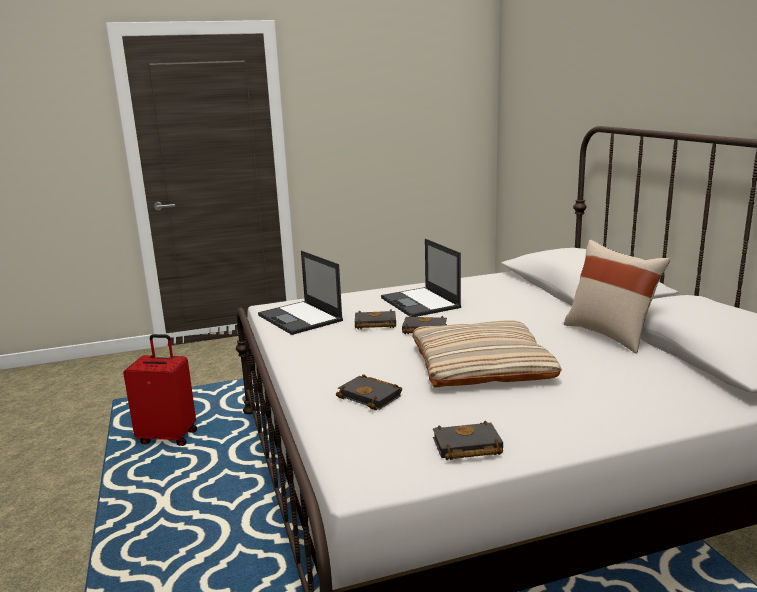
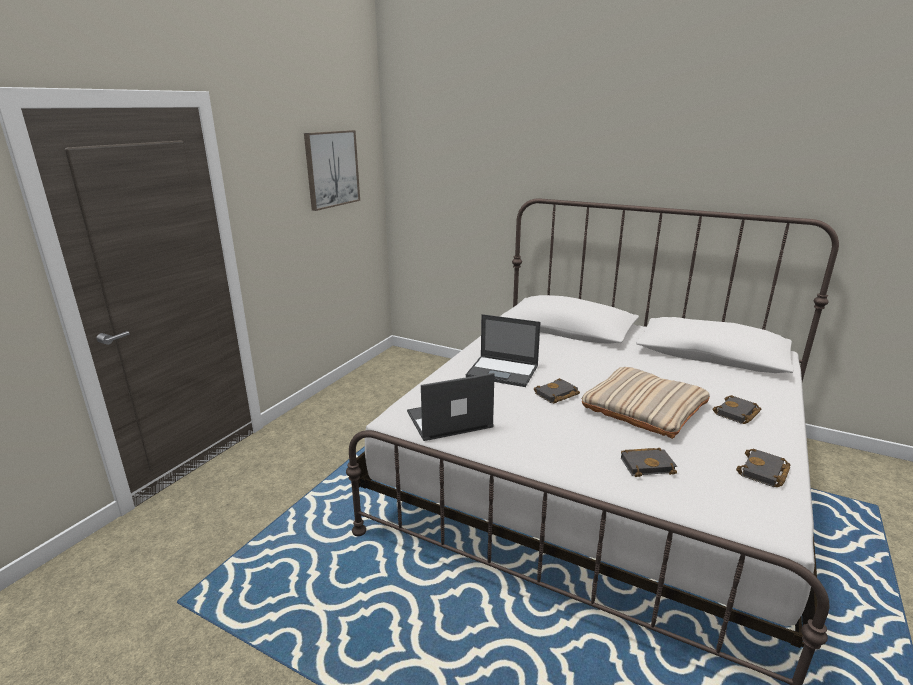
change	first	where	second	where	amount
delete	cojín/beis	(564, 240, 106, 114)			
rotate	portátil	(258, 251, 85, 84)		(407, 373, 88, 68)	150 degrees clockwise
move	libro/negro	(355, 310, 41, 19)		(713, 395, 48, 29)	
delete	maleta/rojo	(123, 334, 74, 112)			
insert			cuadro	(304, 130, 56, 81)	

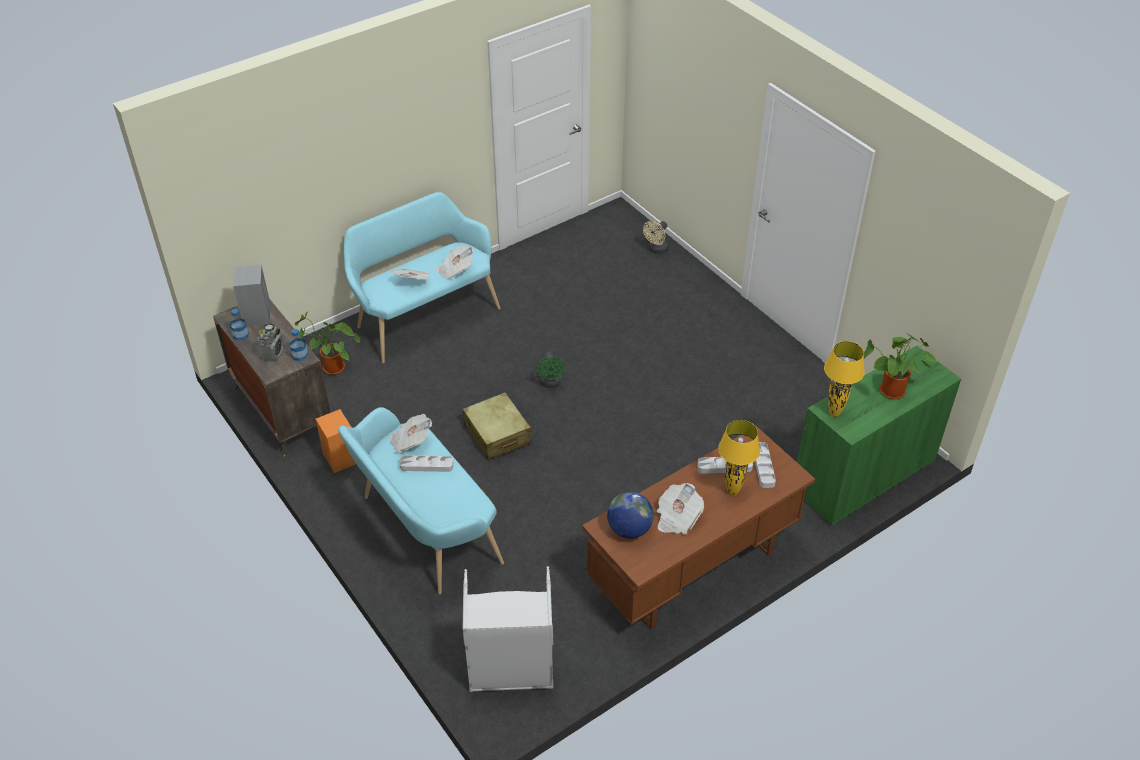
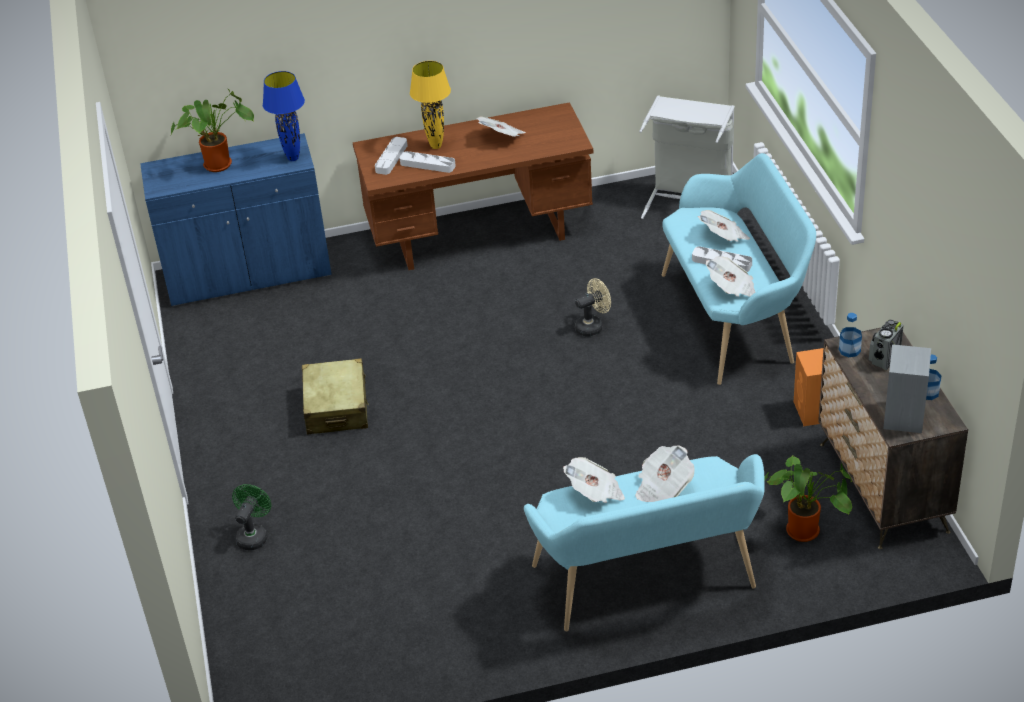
change	first	where	second	where	amount
move	ventilador/beis	(643, 221, 26, 33)		(574, 278, 37, 58)	
recolor	lámpara de mesa/amarillo	(824, 341, 41, 76)	lámpara de mesa/azul	(263, 71, 42, 90)	
recolor	armario/verde	(797, 346, 164, 180)	armario/azul	(140, 133, 192, 173)	
move	ventilador/verde	(536, 352, 30, 36)		(232, 484, 39, 66)	
move	maleta/beis	(463, 392, 69, 68)		(302, 358, 67, 77)	
delete	globo terráqueo	(607, 492, 47, 47)			
insert			periódico	(698, 210, 52, 32)	

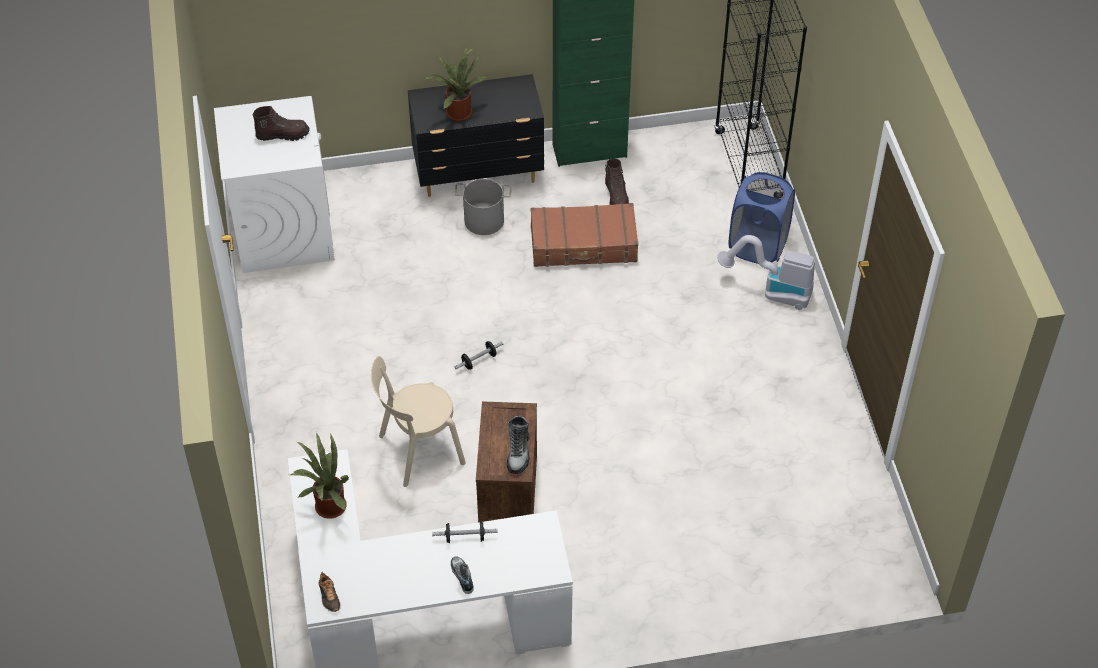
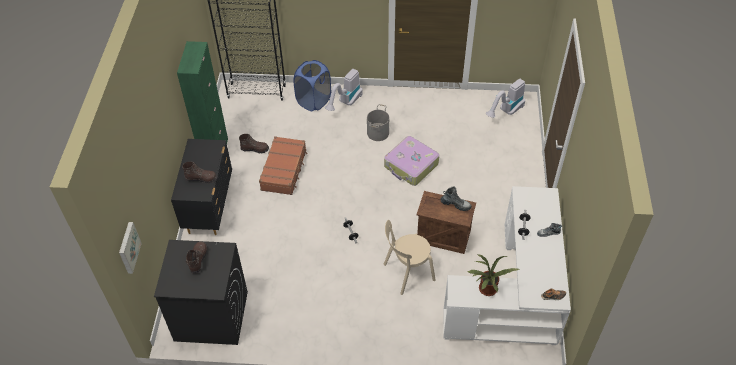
change	first	where	second	where	amount
replace	planta en maceta	(424, 45, 63, 76)	bota/marrón	(182, 162, 35, 22)	
recolor	lavadora/blanco	(214, 96, 121, 177)	lavadora/negro	(154, 240, 94, 105)	
move	cubo/gris	(455, 179, 57, 56)		(367, 104, 22, 37)	
rotate	silla/beis	(371, 356, 95, 131)		(384, 220, 52, 75)	75 degrees clockwise
insert			aspiradora	(486, 79, 39, 39)	
insert			maleta	(384, 136, 55, 50)	
insert			cuadro	(119, 222, 23, 52)	

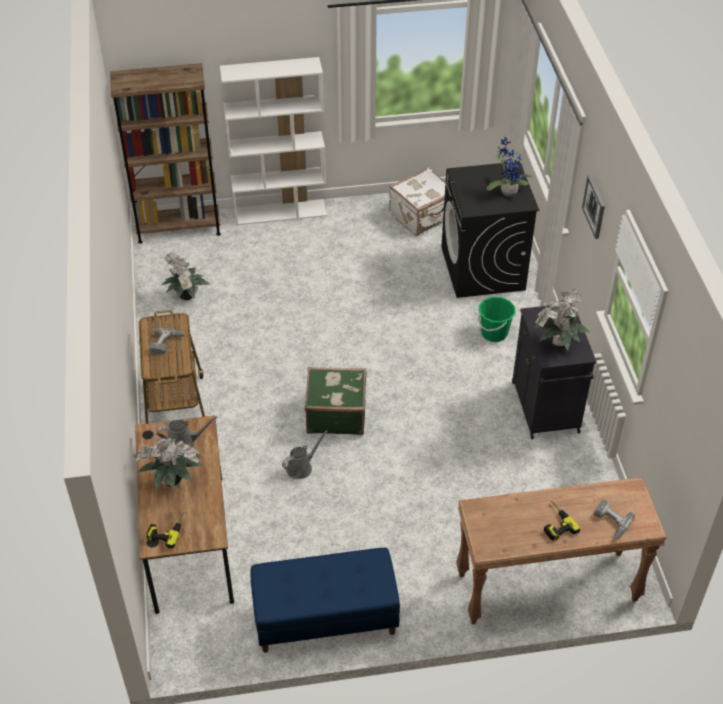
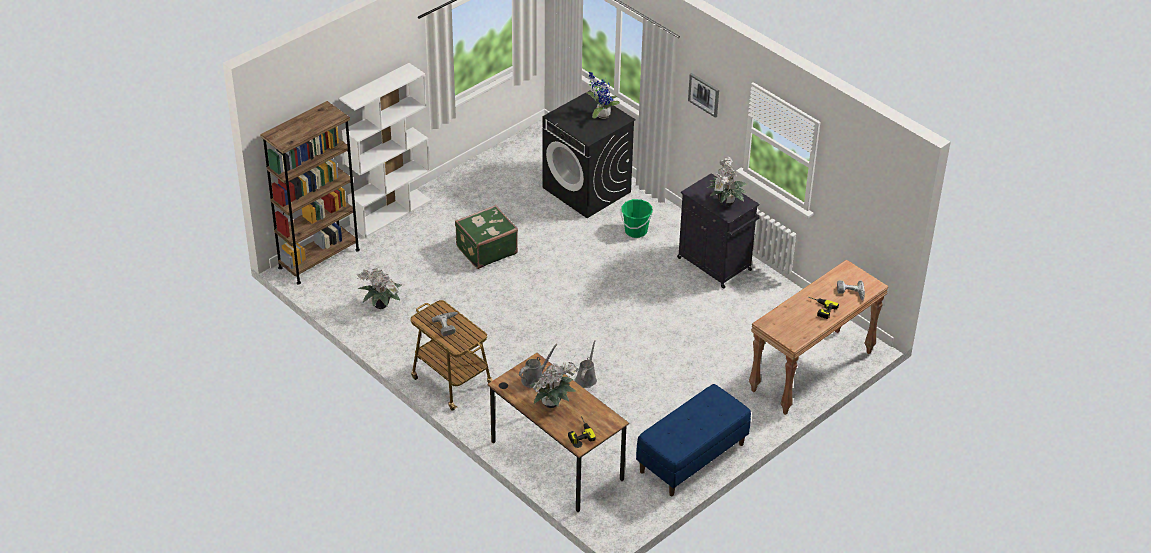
change	first	where	second	where	amount
delete	maleta/blanco	(389, 168, 57, 68)			
move	maleta/verde	(304, 367, 63, 68)		(455, 205, 63, 64)	

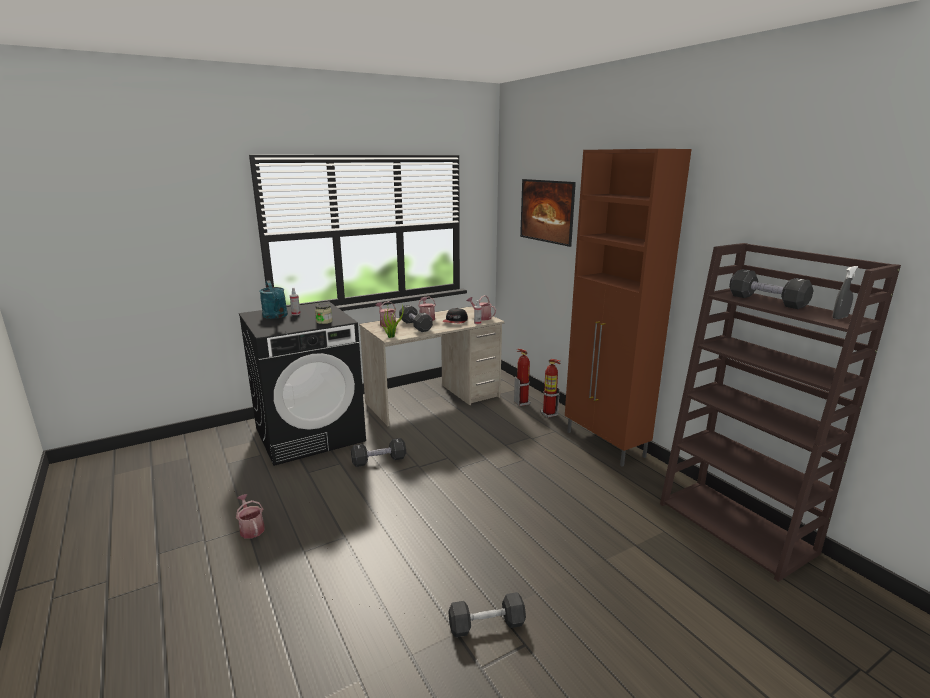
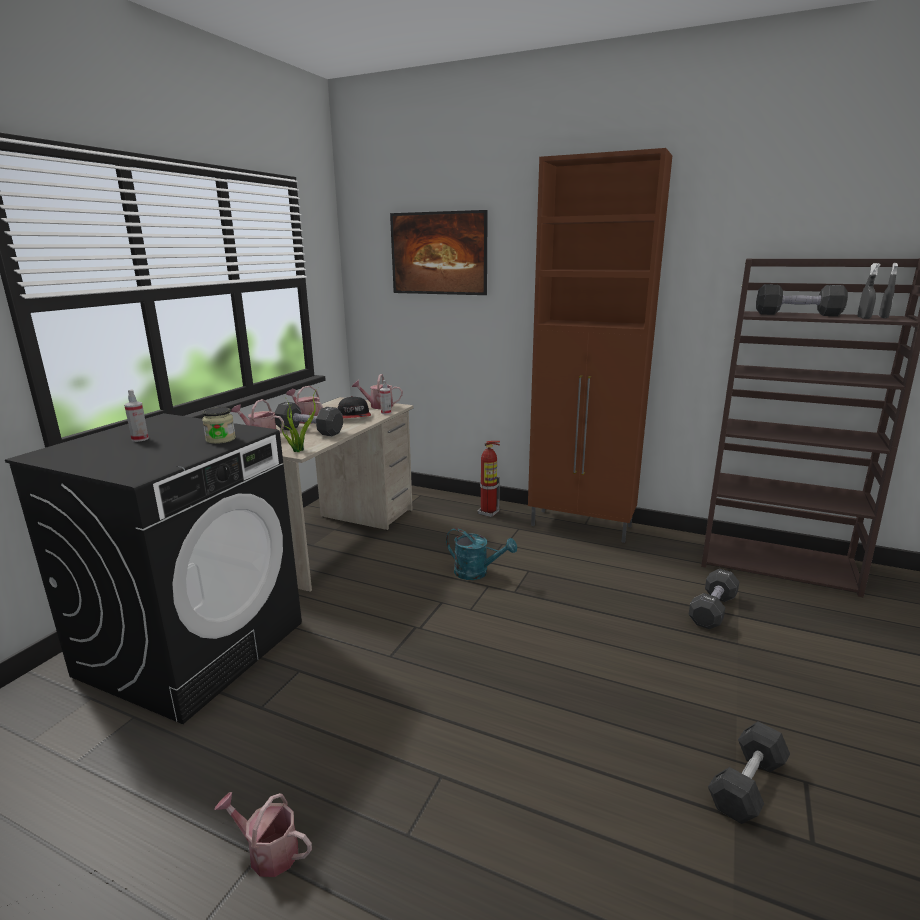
change	first	where	second	where	amount
move	regadera/turquesa	(259, 280, 29, 39)		(446, 528, 71, 52)	
delete	extintor	(514, 349, 16, 57)			
move	mancuerna/negro	(351, 438, 55, 29)		(689, 569, 50, 60)	
insert			pulverizador/gris	(857, 263, 24, 56)	

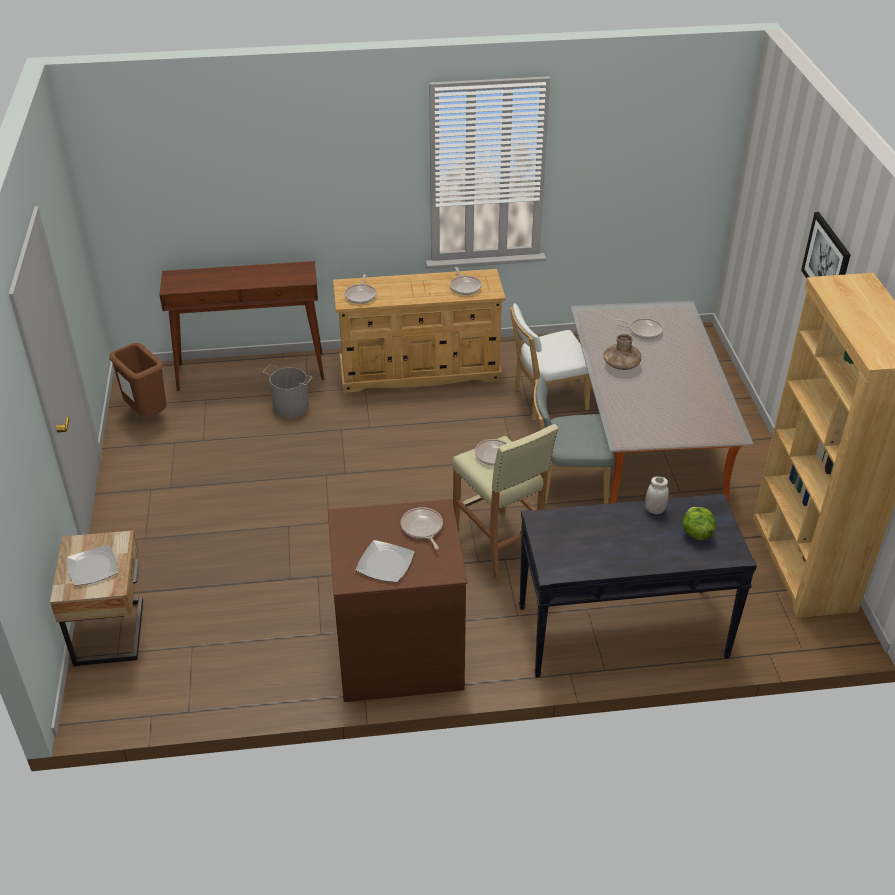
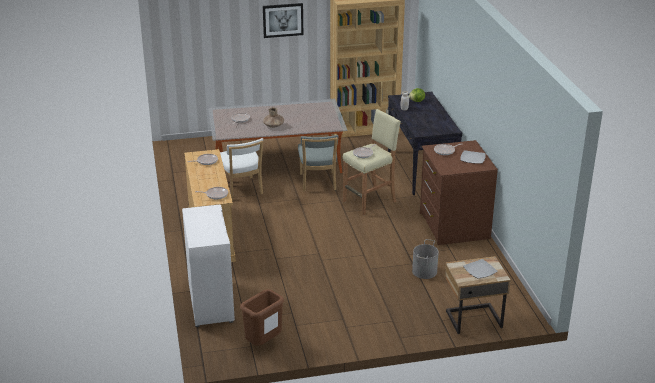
change	first	where	second	where	amount
replace	mesa consola/marrón	(159, 261, 165, 130)	armario/blanco	(182, 205, 53, 122)	
move	cubo/gris	(263, 365, 50, 53)		(412, 239, 27, 40)	

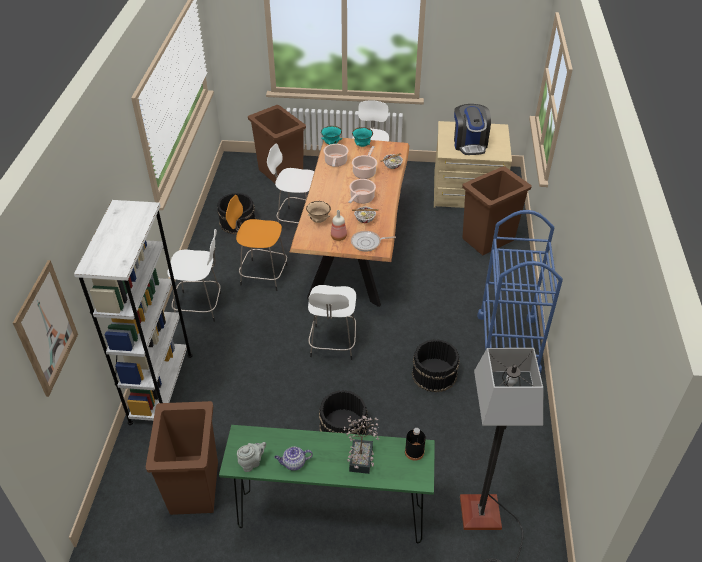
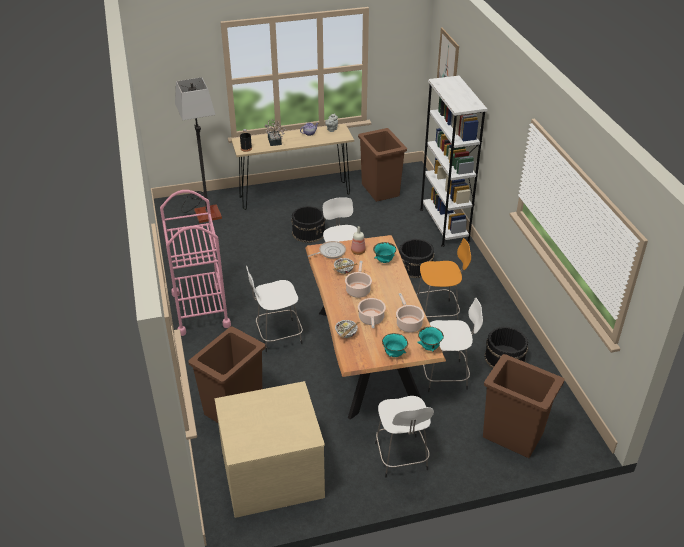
change	first	where	second	where	amount
delete	cafetera	(454, 104, 37, 51)			
recolor	cuenco/beis	(306, 201, 25, 22)	cuenco/turquesa	(373, 242, 23, 21)	
recolor	carrito/azul	(477, 210, 86, 164)	carrito/rosa	(160, 190, 71, 146)	
move	taburete/blanco	(167, 229, 54, 93)		(246, 266, 57, 86)	
move	cubo/negro	(412, 339, 48, 53)		(399, 239, 35, 39)	
recolor	mesa consola/verde	(219, 425, 216, 118)	mesa consola/beis	(231, 124, 123, 86)	

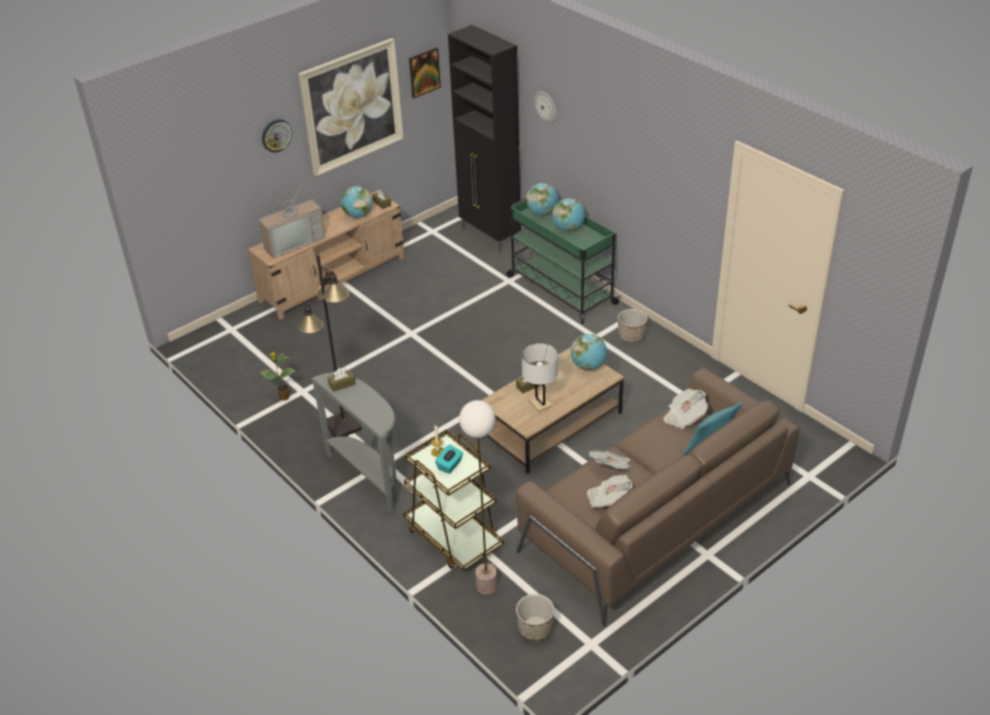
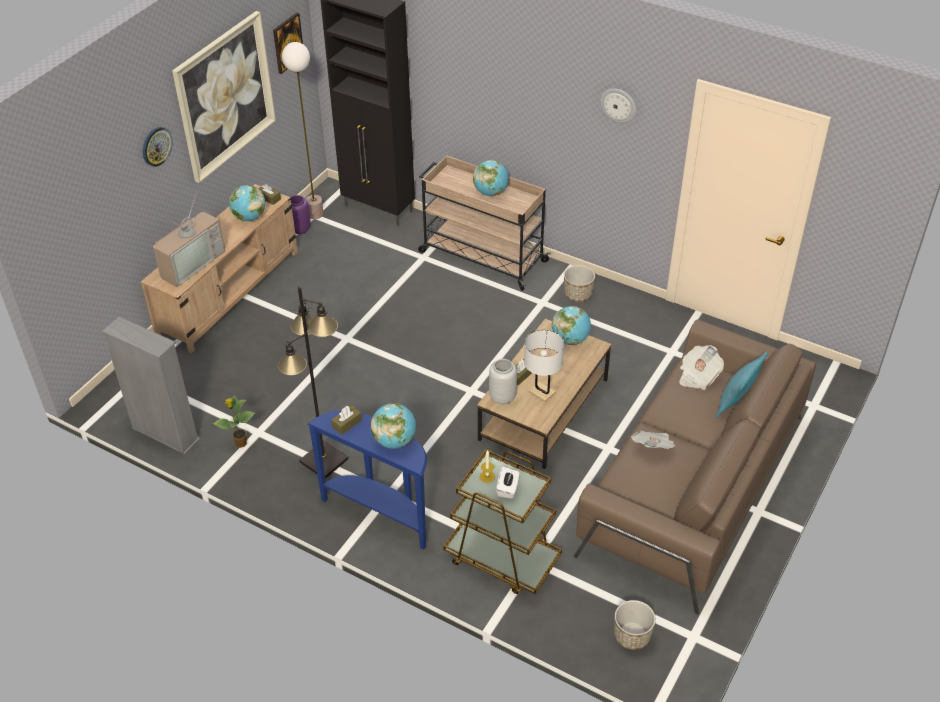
change	first	where	second	where	amount
move	reloj de pared	(534, 91, 23, 32)		(600, 88, 36, 36)	
move	globo terráqueo	(526, 183, 32, 33)		(371, 403, 45, 46)	
recolor	carrito/verde	(507, 198, 113, 126)	carrito/beis	(418, 155, 133, 136)	
recolor	mesa consola/gris	(311, 372, 86, 142)	mesa consola/azul	(307, 410, 120, 140)	
move	lámpara de pie	(459, 400, 38, 195)		(282, 42, 42, 177)	
recolor	caja de pañuelos/turquesa	(435, 445, 28, 29)	caja de pañuelos/blanco	(496, 467, 23, 32)	
delete	periódico	(587, 475, 46, 33)			
insert			florero/morado	(290, 195, 21, 39)	
insert			estantería/gris	(102, 317, 98, 137)	
insert			florero/gris	(489, 359, 28, 45)	

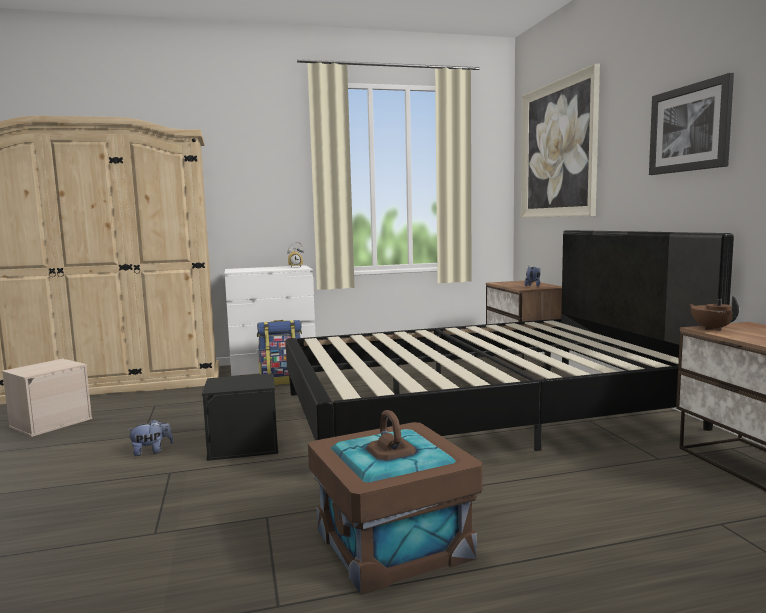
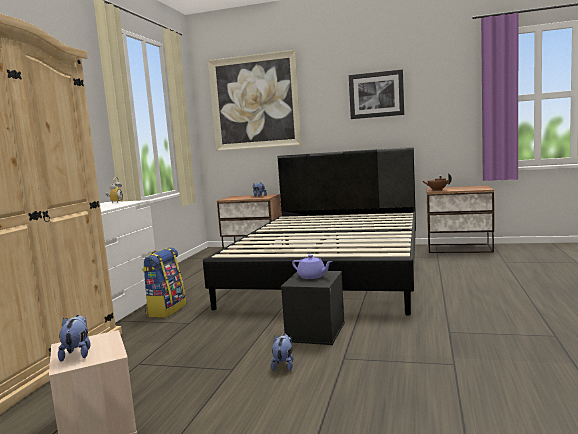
change	first	where	second	where	amount
delete	caja de almacenaje/marrón	(308, 410, 175, 185)			
insert			tetera/morado	(292, 255, 40, 24)	
insert			peluche	(58, 315, 32, 47)	

